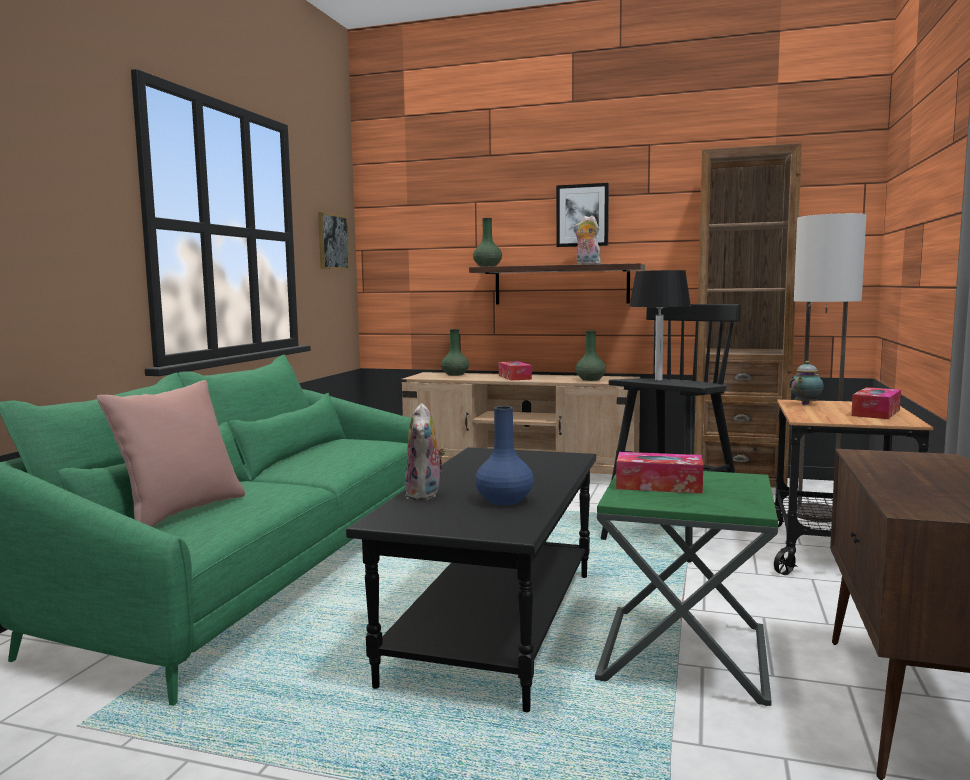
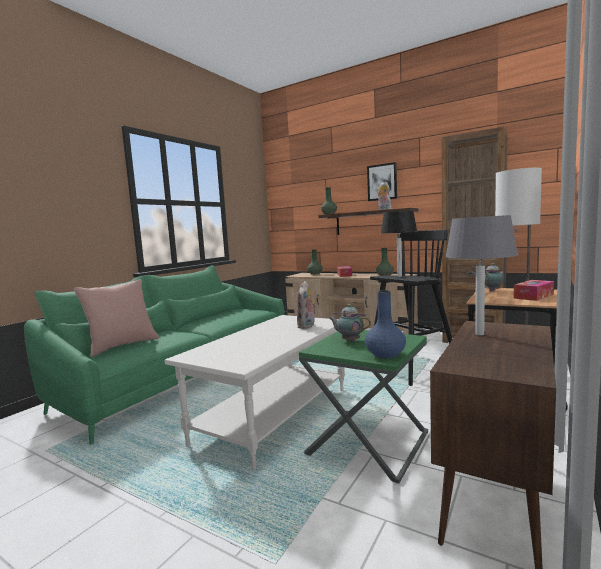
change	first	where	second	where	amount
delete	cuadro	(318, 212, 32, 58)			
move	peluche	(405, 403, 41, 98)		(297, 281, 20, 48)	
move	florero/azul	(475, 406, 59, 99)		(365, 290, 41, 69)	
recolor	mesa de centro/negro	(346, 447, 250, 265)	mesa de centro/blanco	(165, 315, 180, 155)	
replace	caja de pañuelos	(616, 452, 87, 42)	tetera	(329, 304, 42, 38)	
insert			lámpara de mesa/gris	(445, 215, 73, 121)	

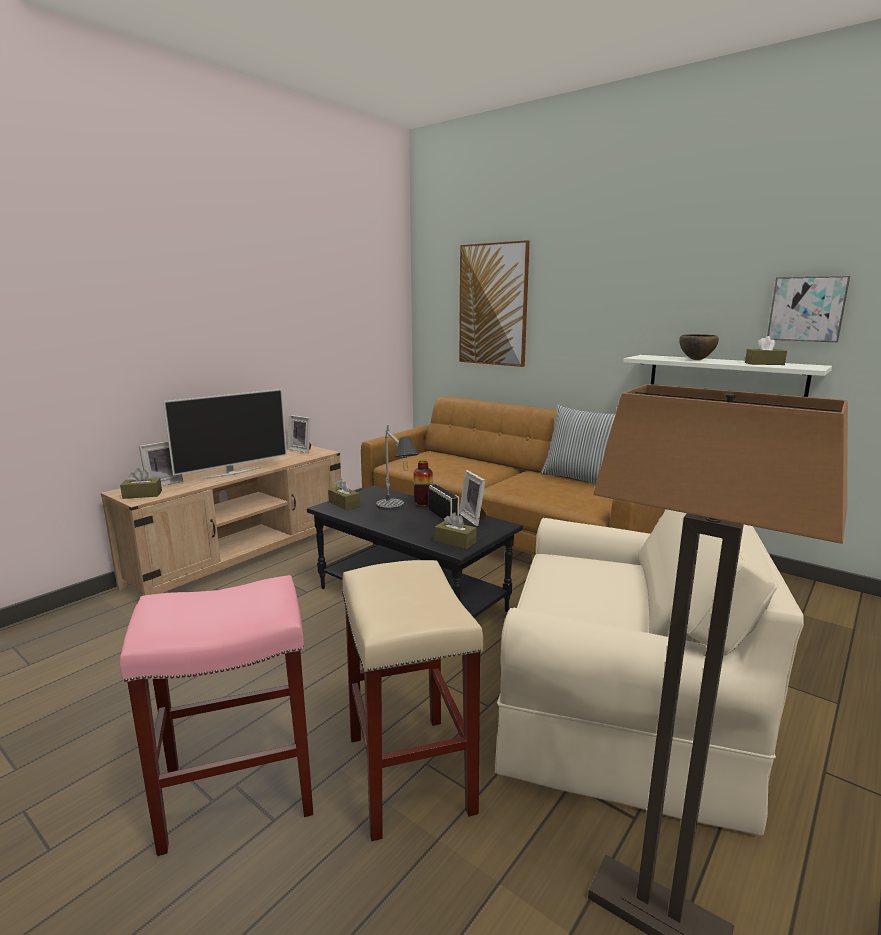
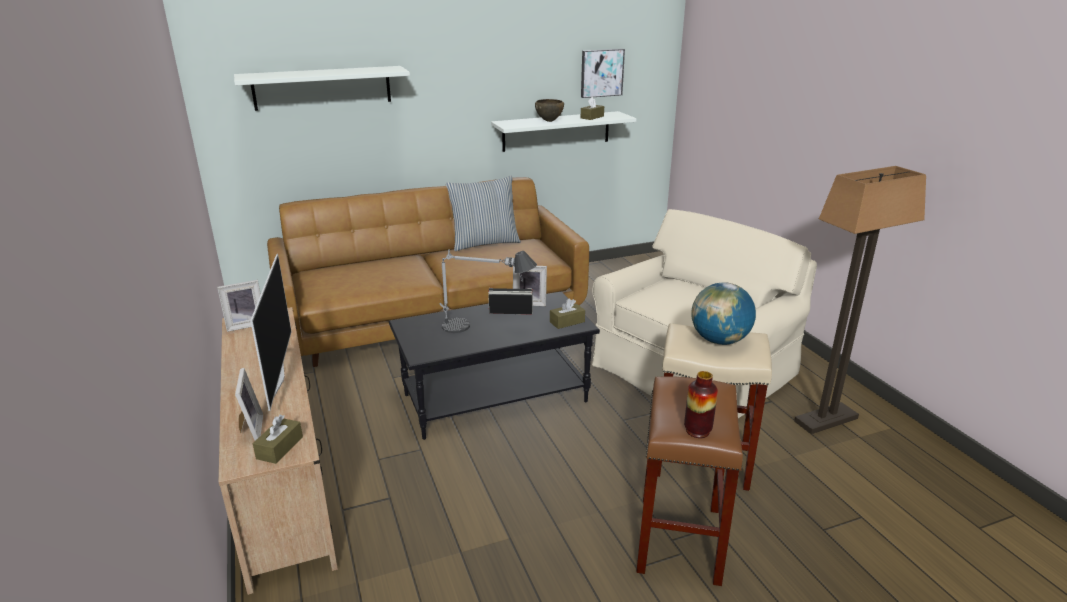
change	first	where	second	where	amount
replace	cuadro	(459, 240, 71, 127)	estante/blanco	(234, 66, 176, 45)	
move	florero	(414, 460, 19, 47)		(684, 371, 34, 67)	
delete	caja de pañuelos/marrón	(328, 479, 32, 31)			
recolor	taburete/rosa	(120, 575, 193, 281)	taburete/marrón	(636, 376, 107, 210)	
insert			globo terráqueo	(691, 282, 65, 63)	

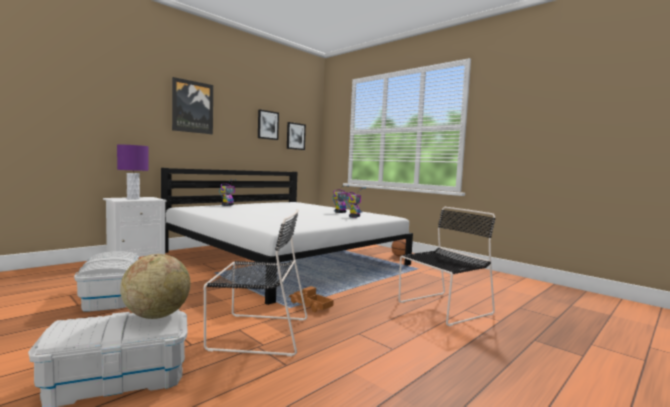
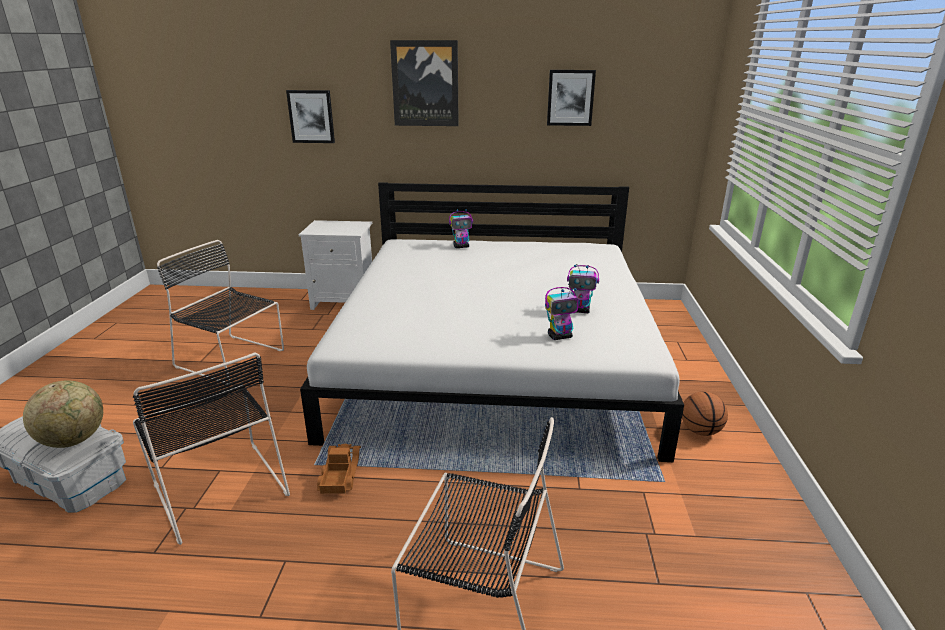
change	first	where	second	where	amount
move	cuadro	(287, 122, 19, 28)		(286, 90, 49, 53)	
delete	lámpara de mesa/morado	(117, 144, 32, 56)			
replace	caja de almacenaje/blanco	(74, 251, 65, 60)	silla/negro	(157, 240, 127, 145)	

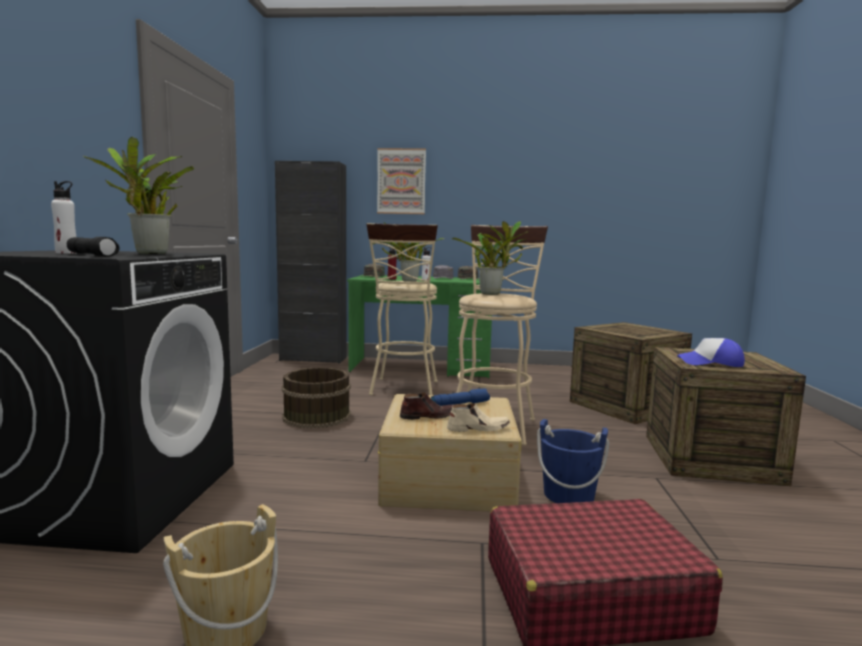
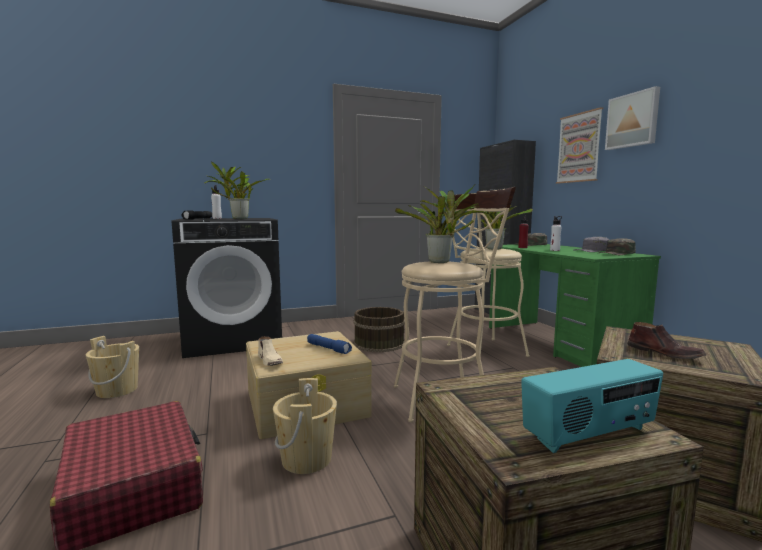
change	first	where	second	where	amount
delete	gorra	(677, 338, 68, 29)			
move	zapato/marrón	(400, 392, 54, 28)		(627, 322, 79, 37)	
recolor	cubo/azul	(537, 419, 72, 84)	cubo/beis	(273, 378, 64, 96)	
insert			cuadro	(605, 86, 55, 64)	
insert			radio	(521, 359, 142, 94)	

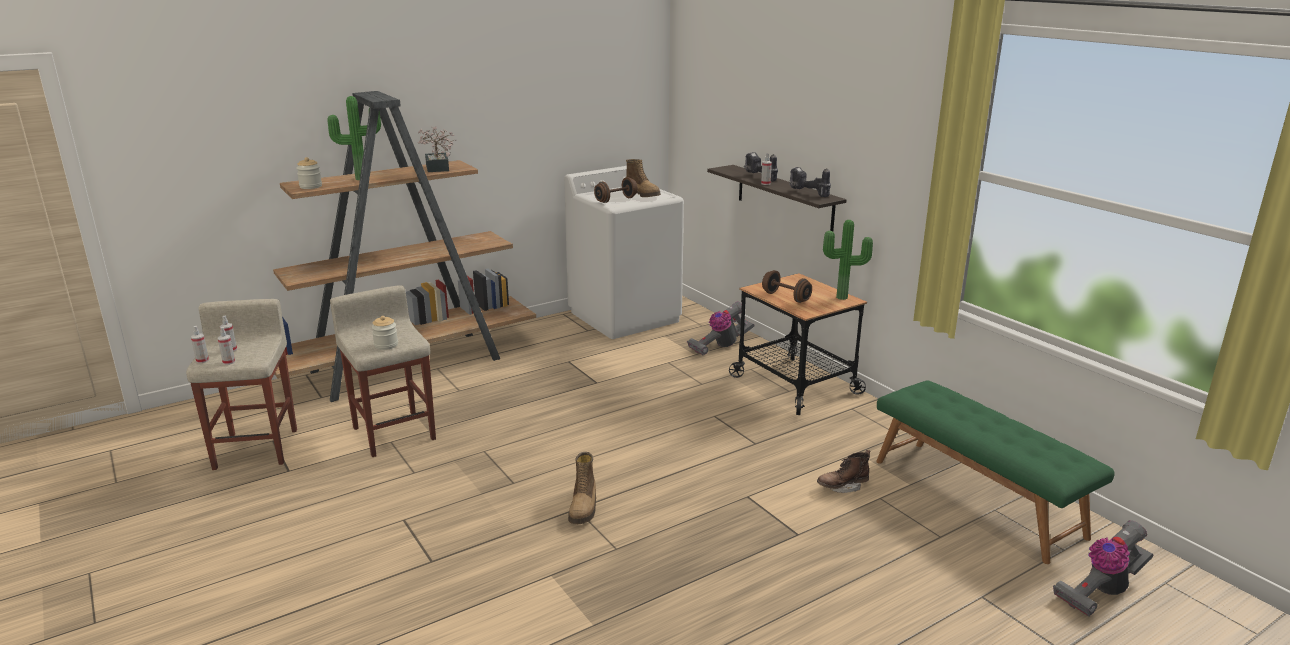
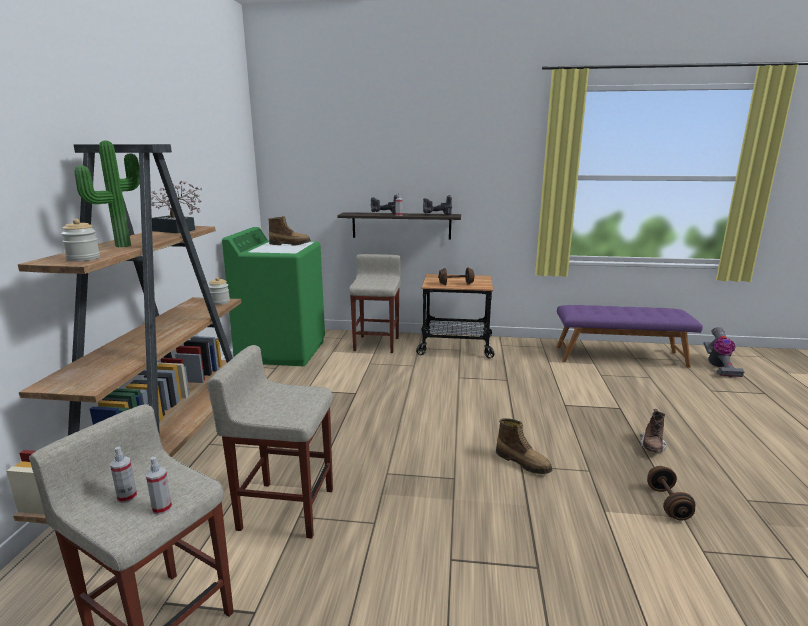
change	first	where	second	where	amount
recolor	lavadora/blanco	(564, 166, 120, 173)	lavadora/verde	(222, 227, 103, 139)	
move	mancuerna/marrón	(594, 177, 44, 26)		(647, 466, 49, 55)	
delete	planta en maceta	(823, 220, 50, 80)			
replace	aspiradora	(687, 301, 67, 54)	taburete/beis	(349, 254, 52, 99)	
move	tarro	(371, 316, 27, 34)		(208, 277, 22, 28)	
delete	pulverizador	(191, 326, 18, 37)			
recolor	banco/verde	(876, 380, 239, 184)	banco/morado	(556, 305, 147, 63)	
move	bota/marrón	(817, 450, 54, 43)		(640, 409, 27, 44)	

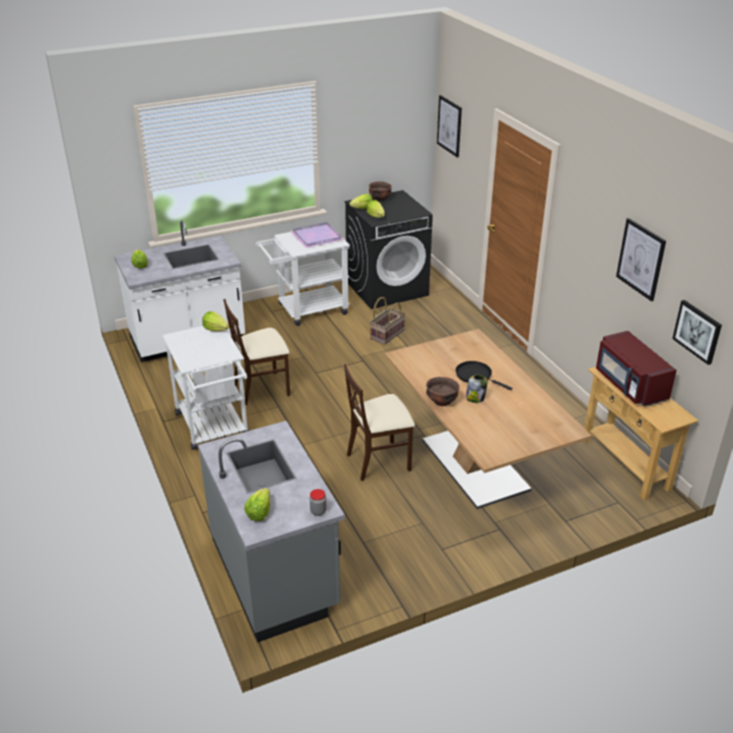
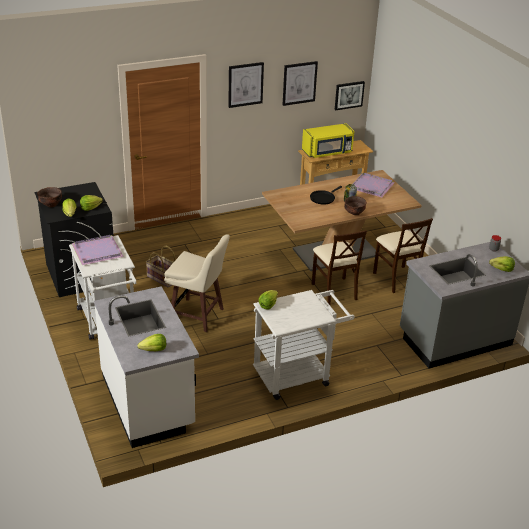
change	first	where	second	where	amount
move	cuadro	(437, 95, 25, 62)		(228, 62, 36, 46)	
move	silla/beis	(223, 299, 67, 106)		(373, 218, 60, 75)	
recolor	microondas/rojo	(596, 331, 81, 76)	microondas/amarillo	(302, 123, 52, 35)	
insert			bandeja/morado	(353, 173, 42, 24)	
insert			taburete/beis	(164, 234, 66, 98)	

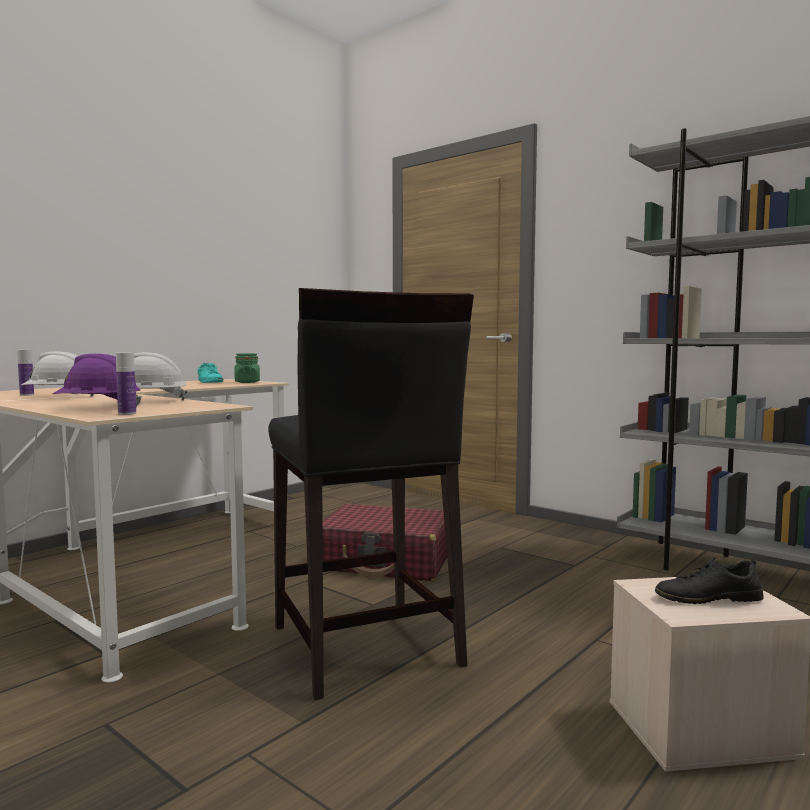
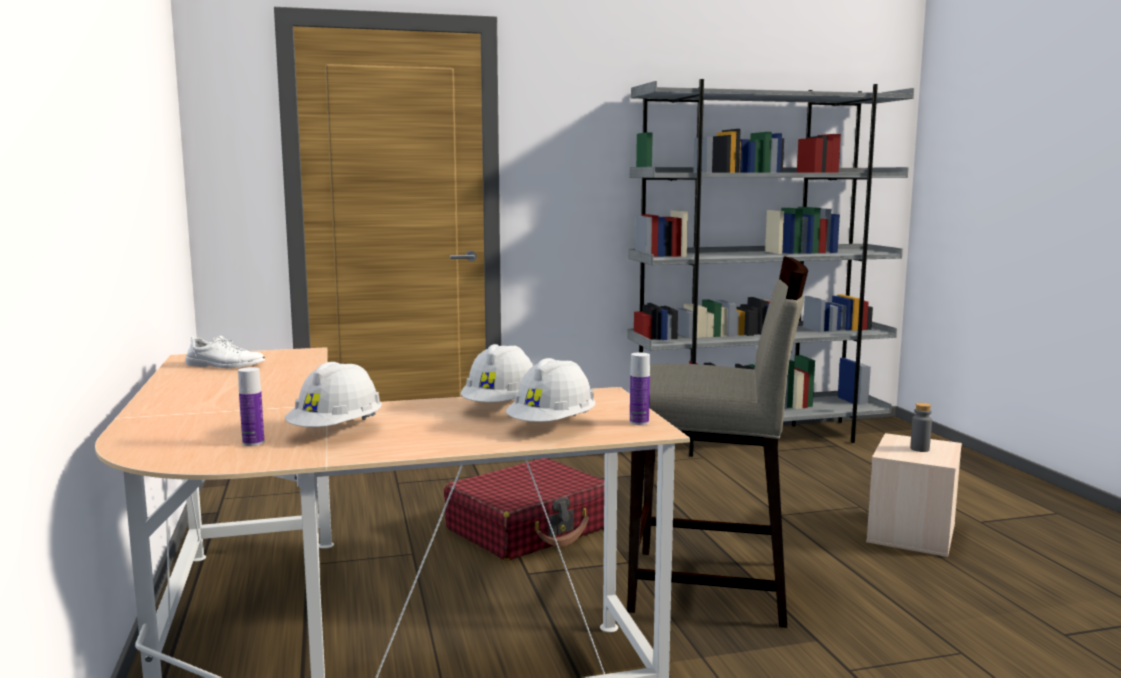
change	first	where	second	where	amount
recolor	taburete/negro	(268, 288, 206, 412)	taburete/beis	(627, 256, 181, 372)	
delete	tarro/verde	(234, 353, 26, 30)			
recolor	casco/morado	(53, 354, 89, 53)	casco/blanco	(506, 358, 89, 64)	
recolor	zapato/turquesa	(198, 363, 25, 20)	zapato/blanco	(185, 336, 80, 32)	
replace	zapato/negro	(655, 557, 109, 47)	botella/gris	(910, 403, 22, 49)	

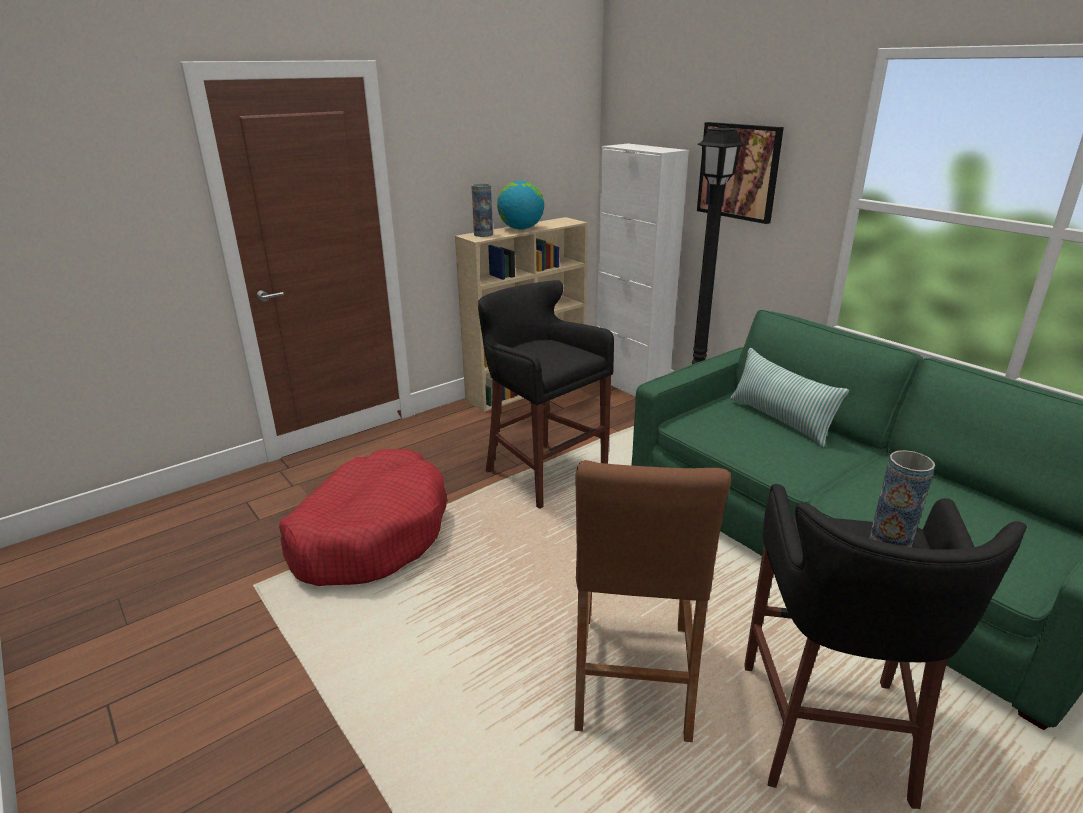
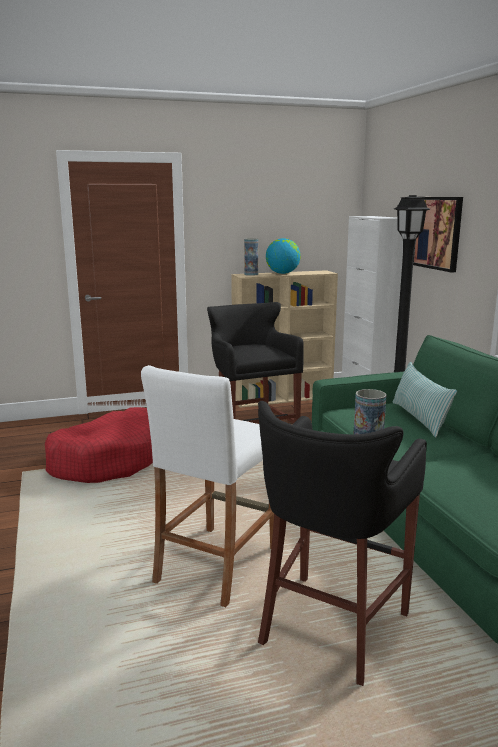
change	first	where	second	where	amount
recolor	taburete/marrón	(574, 460, 157, 282)	taburete/blanco	(141, 365, 133, 242)	

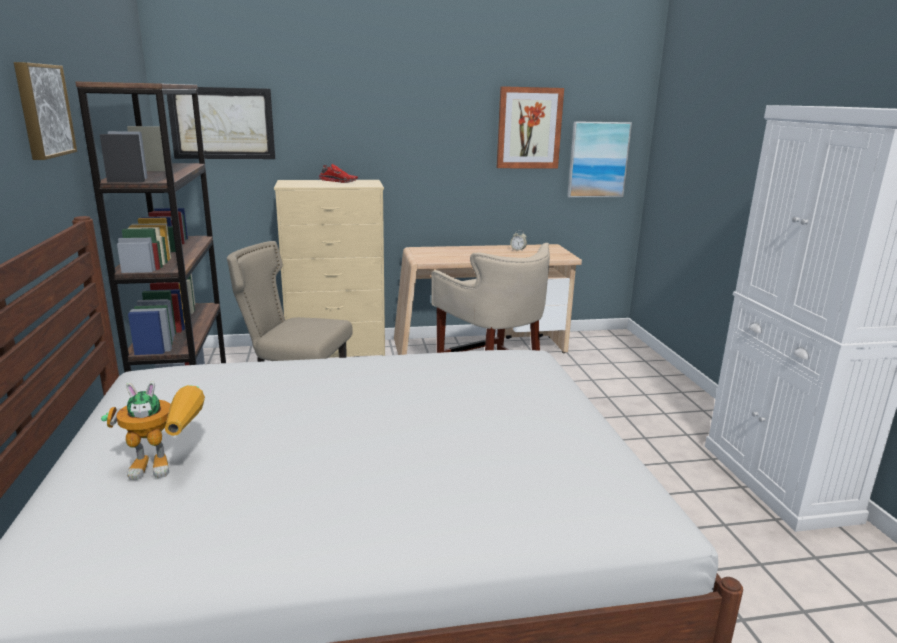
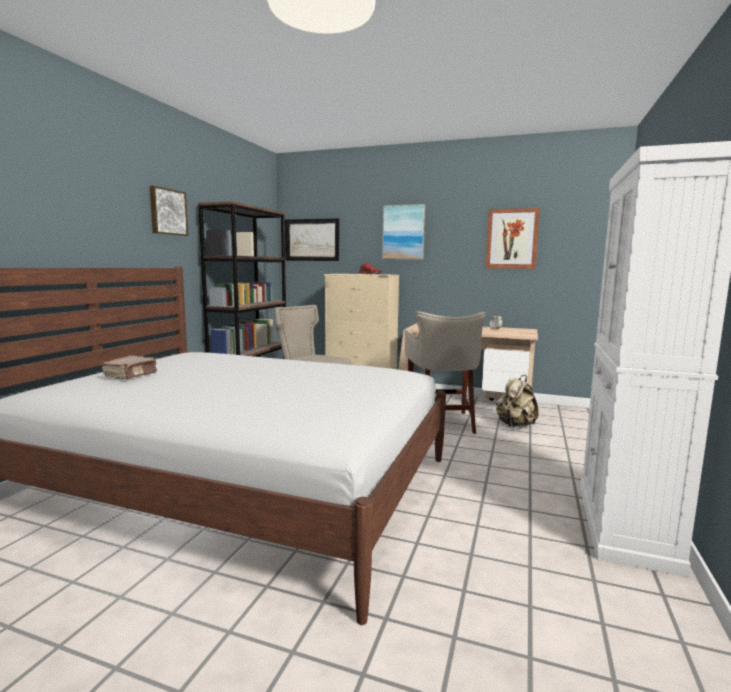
change	first	where	second	where	amount
move	cuadro	(567, 121, 65, 76)		(382, 204, 44, 56)	
replace	robot de juguete	(101, 381, 104, 99)	libro/marrón	(102, 356, 55, 23)	
insert			mochila/beis	(496, 375, 42, 52)	

